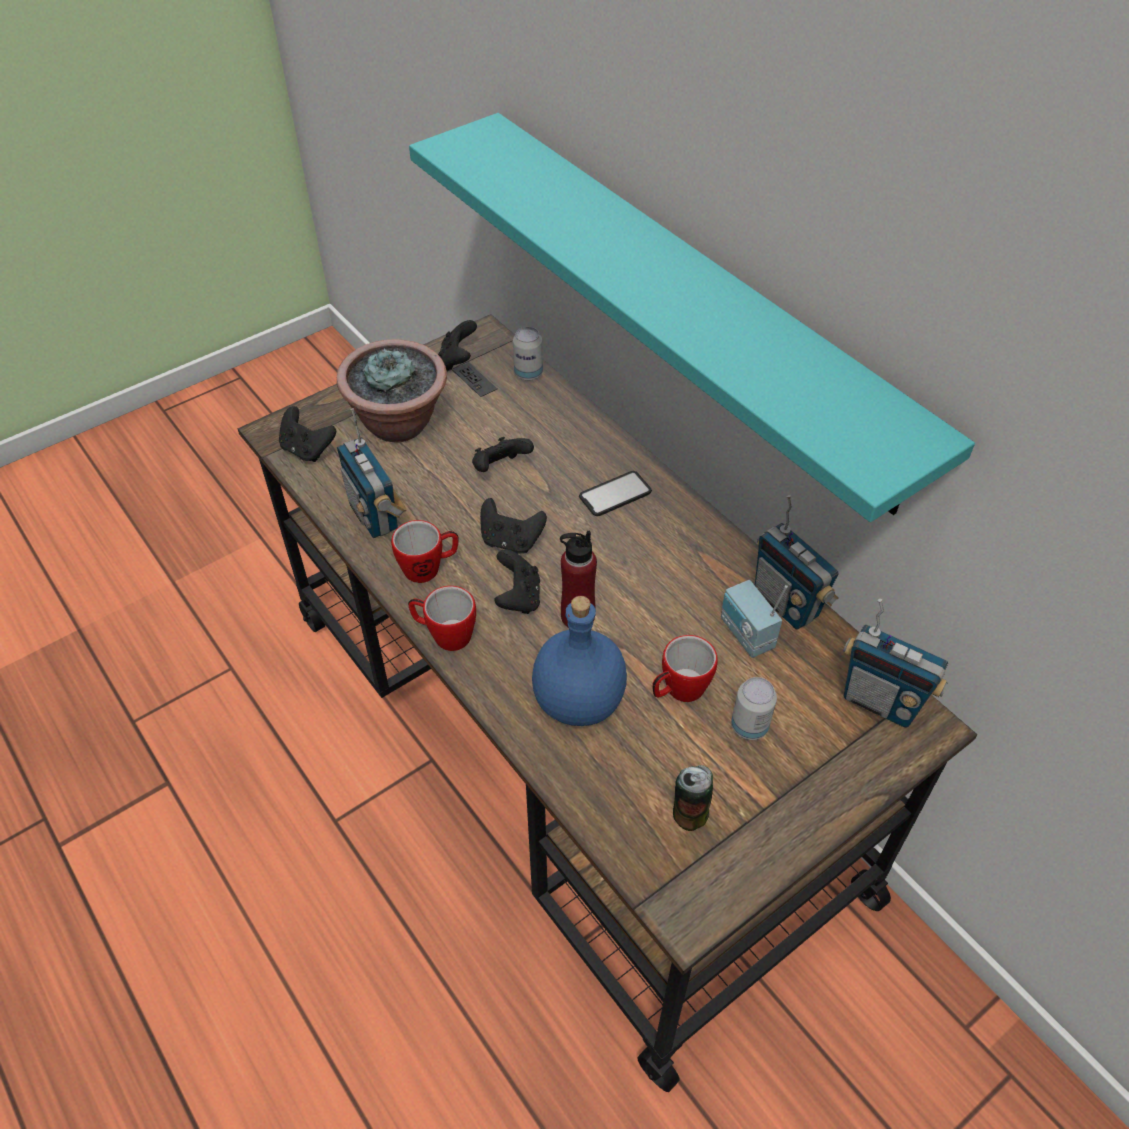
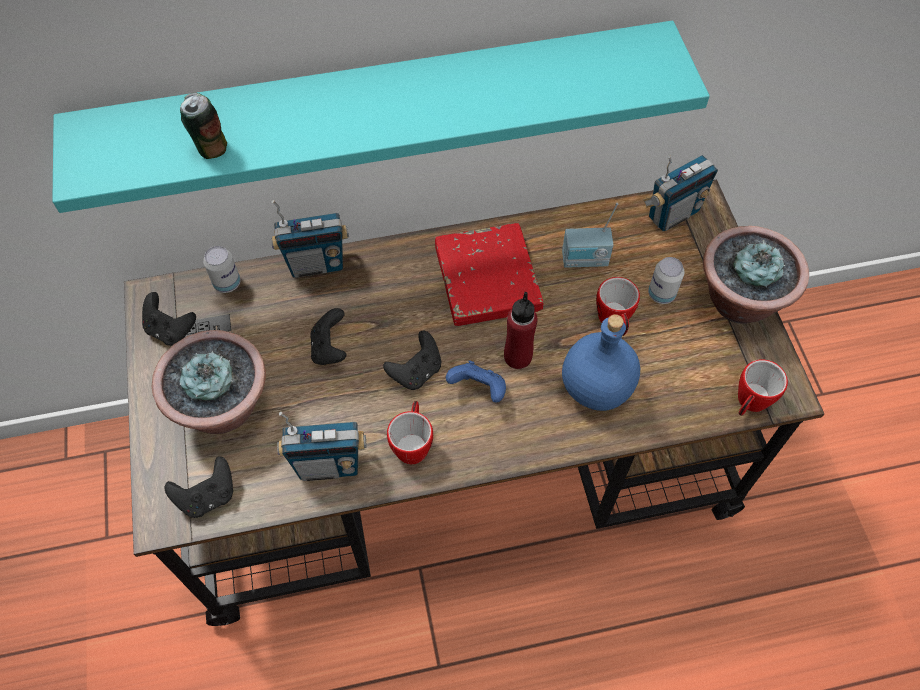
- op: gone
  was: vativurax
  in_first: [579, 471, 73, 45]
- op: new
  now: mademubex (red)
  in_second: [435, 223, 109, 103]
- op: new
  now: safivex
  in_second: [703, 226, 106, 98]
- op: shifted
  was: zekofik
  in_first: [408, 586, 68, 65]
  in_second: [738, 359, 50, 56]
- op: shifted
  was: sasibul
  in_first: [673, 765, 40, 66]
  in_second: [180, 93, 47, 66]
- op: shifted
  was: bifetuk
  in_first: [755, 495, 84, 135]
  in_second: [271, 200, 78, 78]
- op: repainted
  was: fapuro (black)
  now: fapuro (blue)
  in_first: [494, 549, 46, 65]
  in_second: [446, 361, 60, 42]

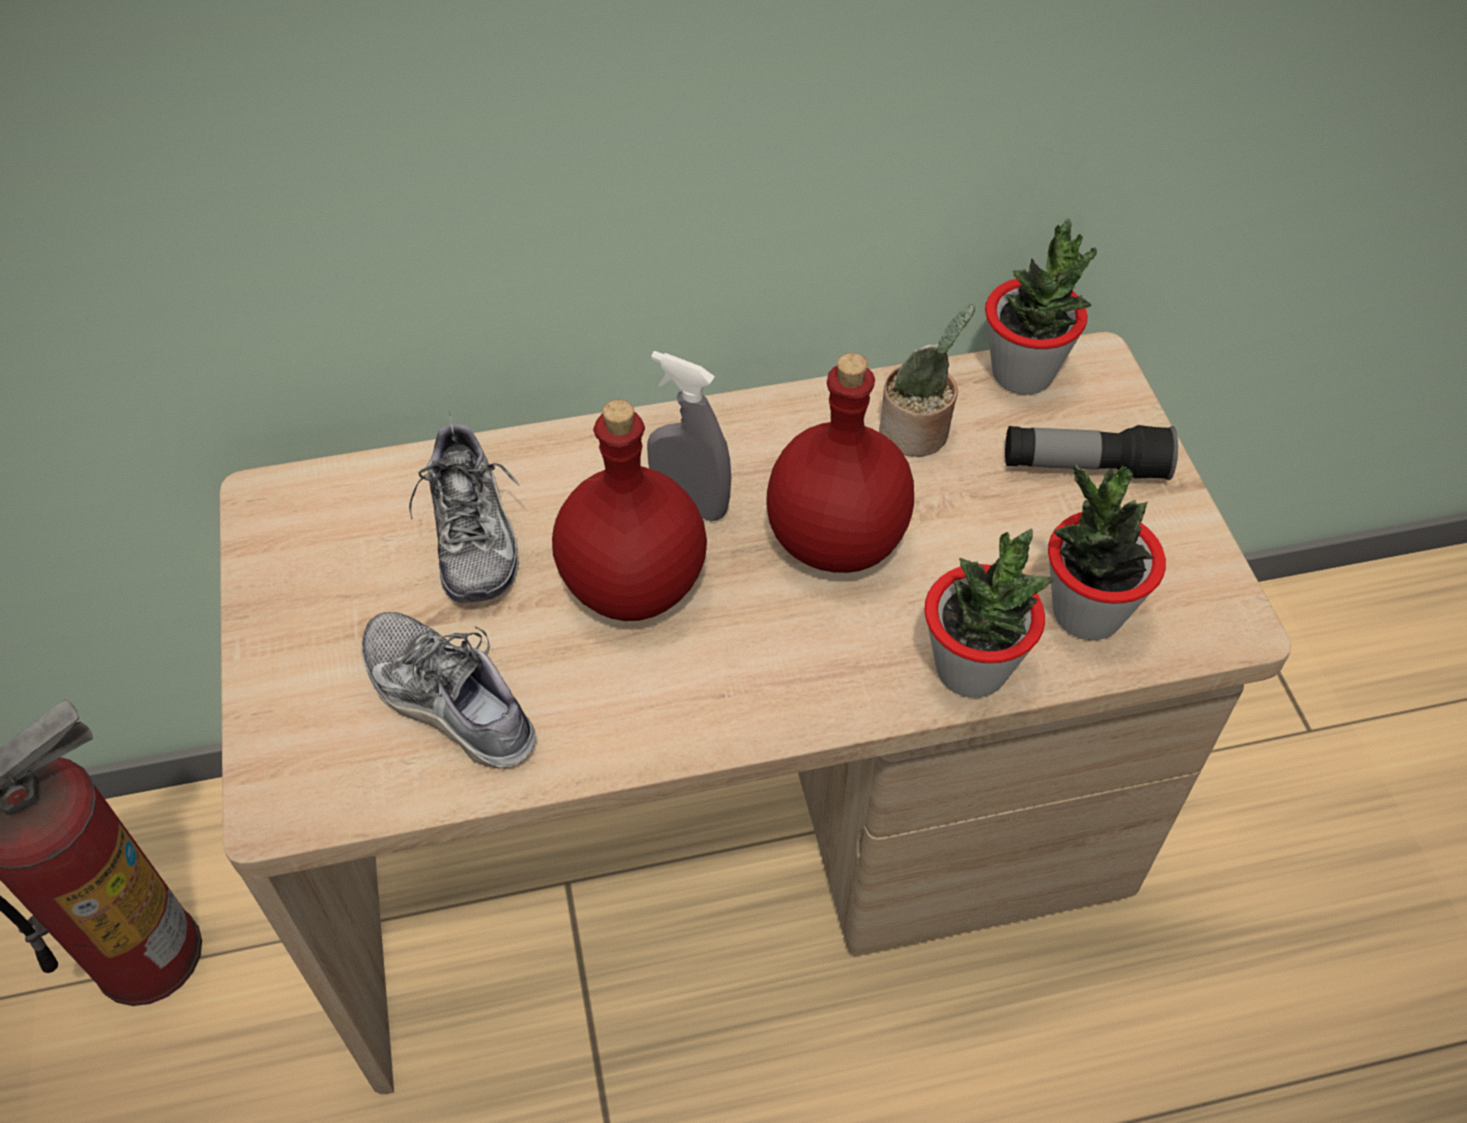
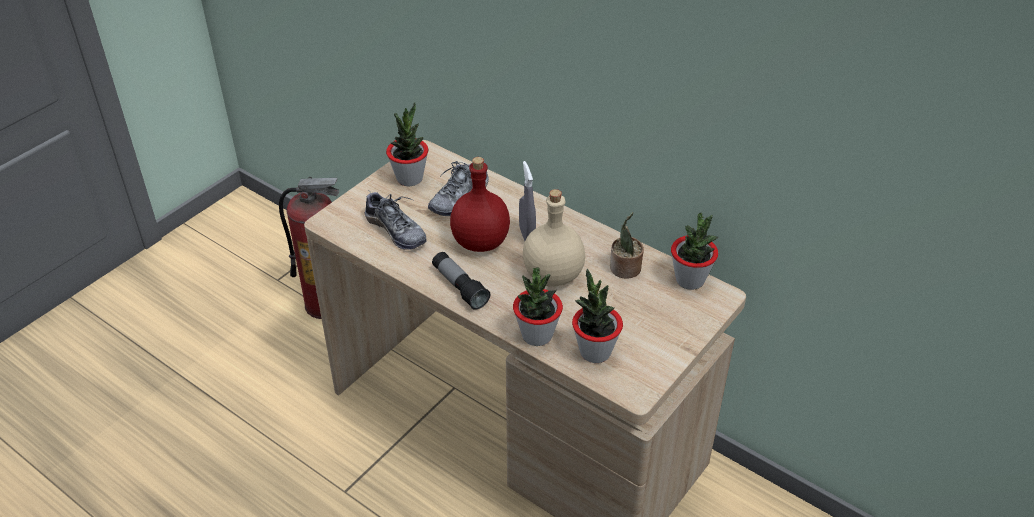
- op: new
  now: safivex
  in_second: [386, 102, 43, 84]
- op: shifted
  was: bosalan
  in_first: [1005, 425, 173, 55]
  in_second: [432, 252, 58, 58]
- op: repainted
  was: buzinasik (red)
  now: buzinasik (beige)
  in_first: [766, 353, 148, 220]
  in_second: [523, 189, 62, 97]
- op: rotated
  was: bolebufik
  in_first: [361, 612, 175, 157]
  in_second: [365, 192, 62, 58]
  clockwise: 135

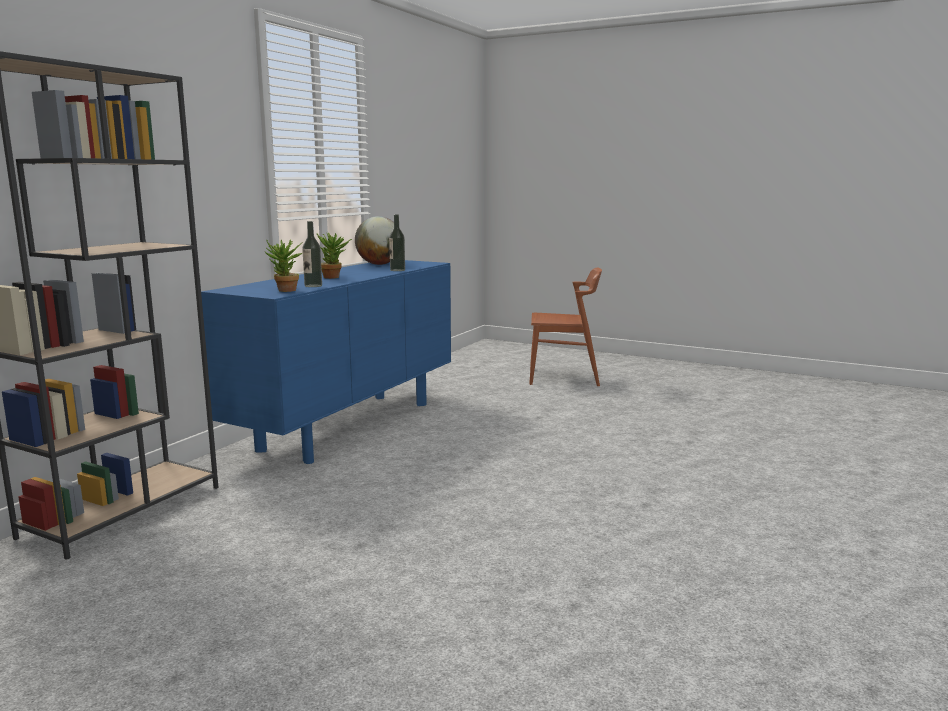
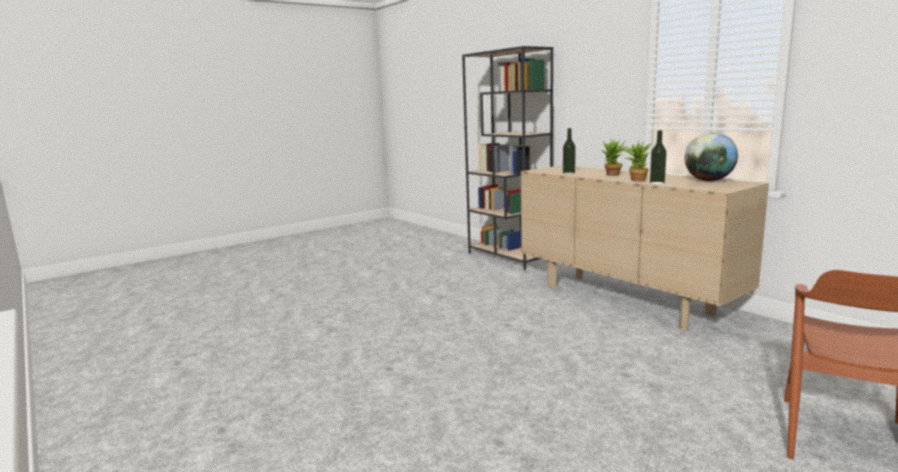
- op: shifted
  was: safivex
  in_first: [264, 239, 39, 53]
  in_second: [622, 141, 29, 40]
- op: repainted
  was: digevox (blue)
  now: digevox (beige)
  in_first: [201, 260, 250, 204]
  in_second: [521, 165, 248, 165]

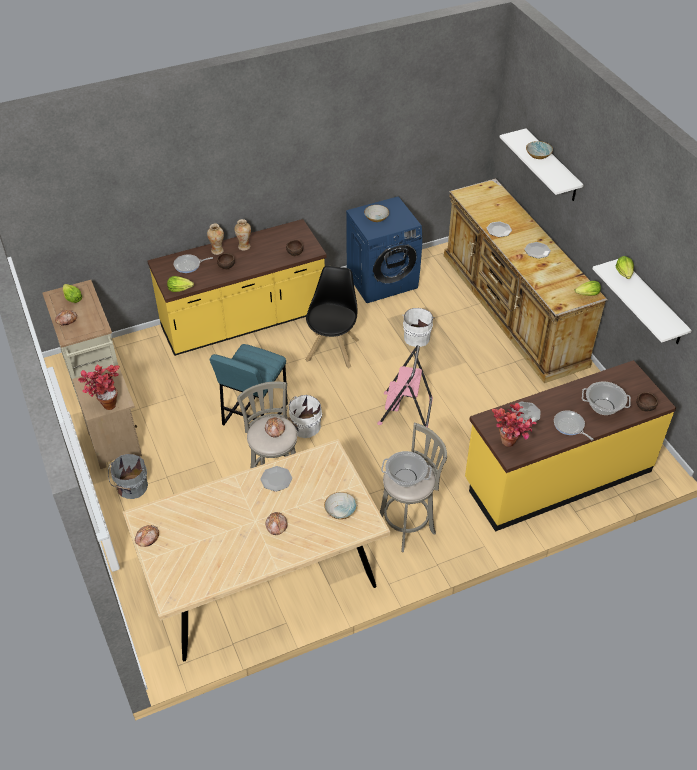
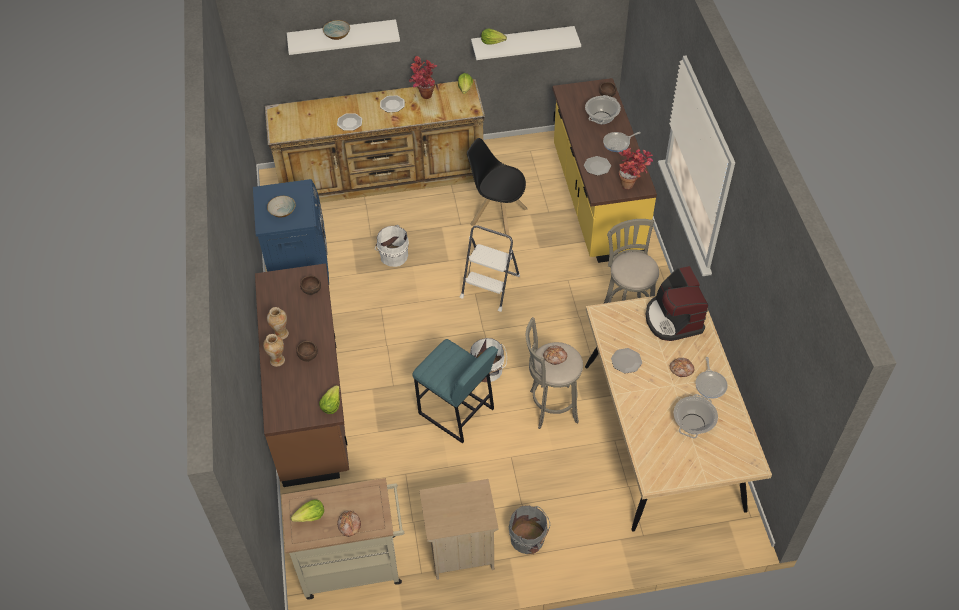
- op: gone
  was: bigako
  in_first: [135, 525, 24, 22]
- op: shifted
  was: safivex
  in_first: [78, 364, 42, 46]
  in_second: [409, 56, 28, 43]
- op: shifted
  was: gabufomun
  in_first: [174, 254, 39, 19]
  in_second: [695, 357, 33, 41]
- op: shifted
  was: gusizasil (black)
  in_first: [306, 266, 53, 102]
  in_second: [467, 138, 60, 100]
- op: shifted
  was: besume
  in_first: [381, 451, 51, 36]
  in_second: [674, 394, 44, 45]
- op: swapped
  was: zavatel
  now: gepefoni
  in_first: [324, 492, 33, 27]
  in_second: [645, 266, 63, 75]
- op: repainted
  was: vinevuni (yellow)
  now: vinevuni (brown)
  in_first: [147, 219, 180, 137]
  in_second: [255, 263, 94, 224]
- op: repainted
  was: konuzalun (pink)
  now: konuzalun (white)
  in_first: [377, 345, 56, 83]
  in_second: [460, 225, 60, 87]

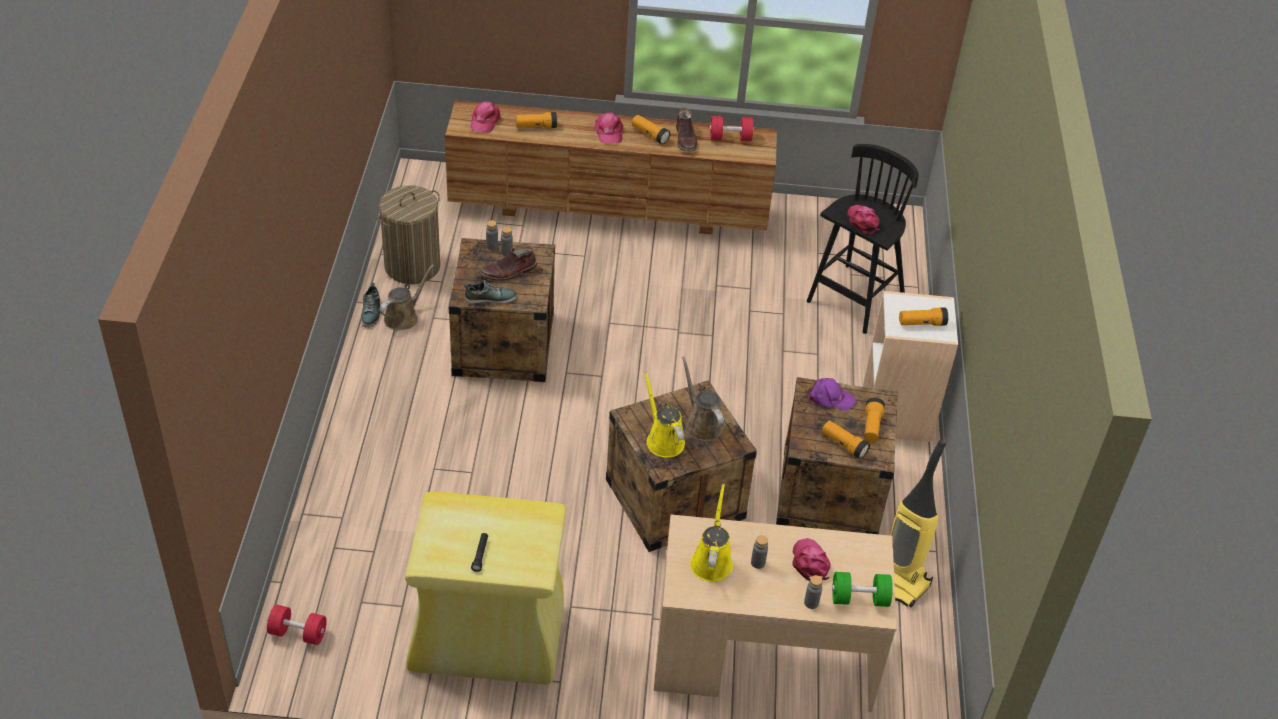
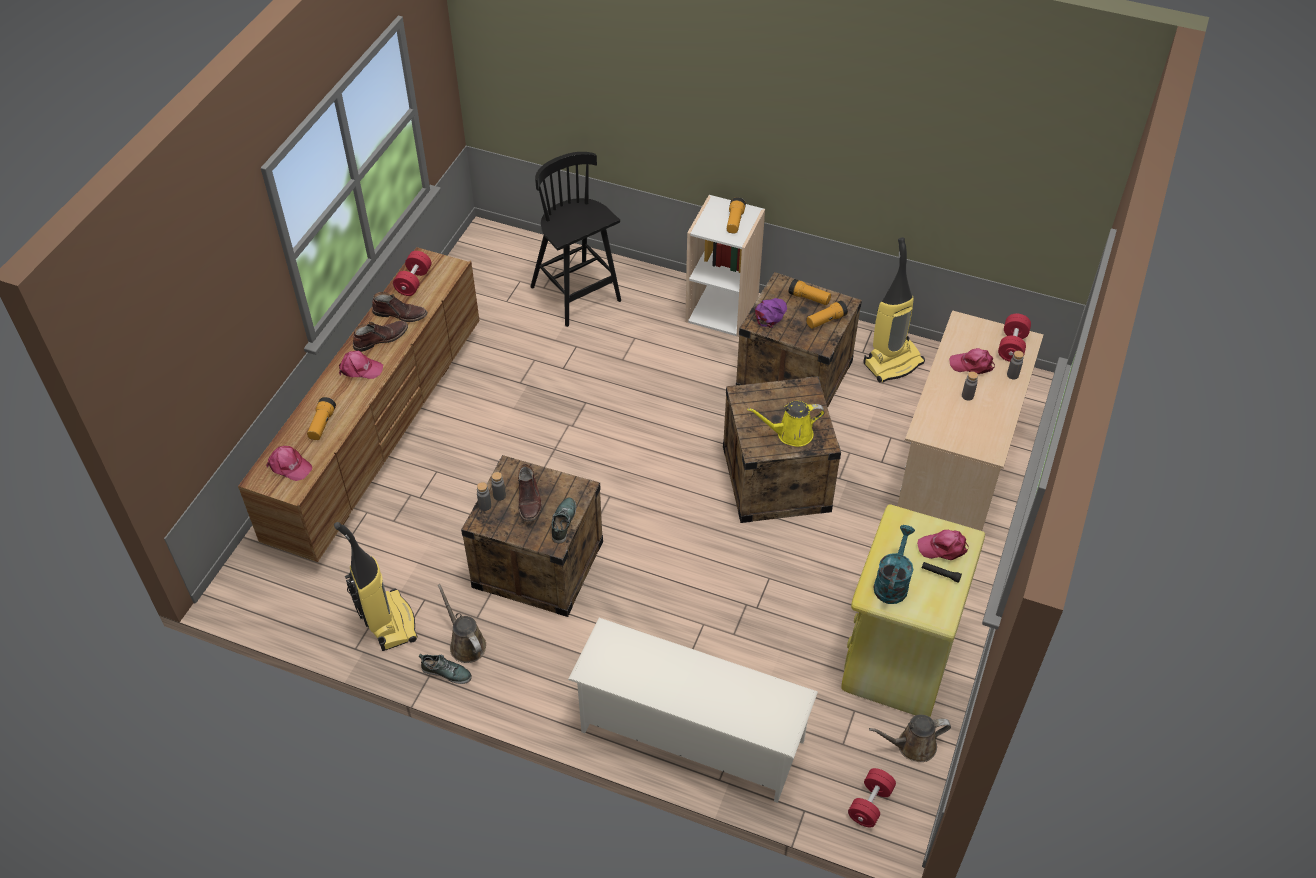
- op: gone
  was: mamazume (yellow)
  in_first: [690, 484, 43, 98]
- op: new
  now: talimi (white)
  in_second: [568, 618, 250, 185]
- op: new
  now: mamazume (turquoise)
  in_second: [873, 525, 42, 79]
- op: shifted
  was: mamazume (brown)
  in_first: [682, 356, 42, 85]
  in_second: [869, 714, 82, 48]
- op: shifted
  was: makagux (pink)
  in_first: [847, 205, 33, 29]
  in_second: [917, 530, 51, 30]
- op: swapped
  was: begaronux
  now: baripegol
  in_first: [377, 185, 63, 99]
  in_second: [334, 522, 83, 129]
- op: swapped
  was: bosalan
  now: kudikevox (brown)
  in_first: [632, 115, 39, 30]
  in_second: [353, 321, 55, 31]
- op: repainted
  was: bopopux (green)
  now: bopopux (red)
  in_first: [832, 572, 61, 35]
  in_second: [998, 314, 33, 48]

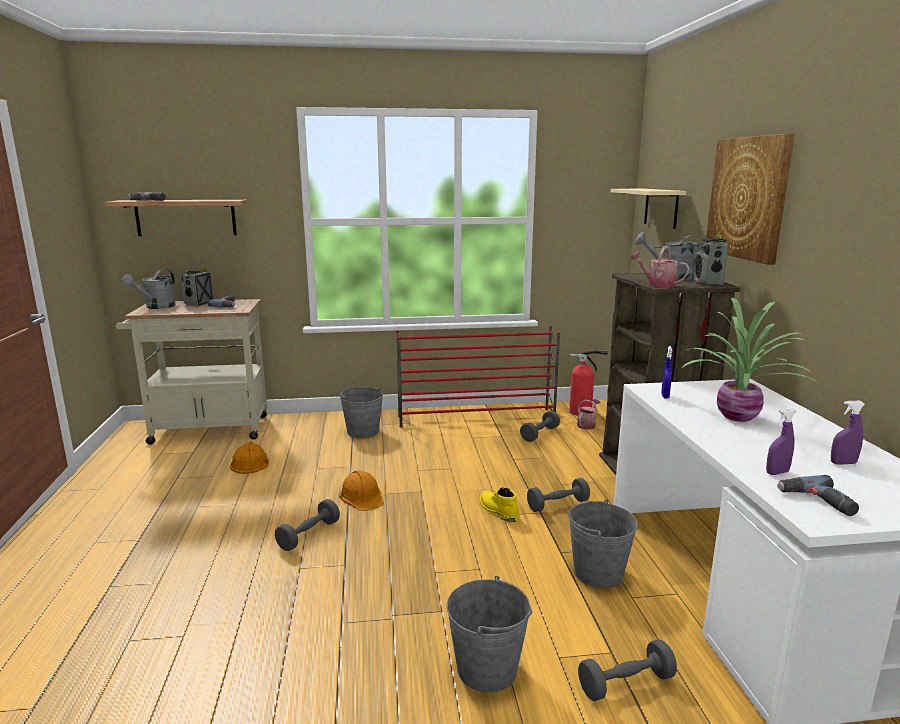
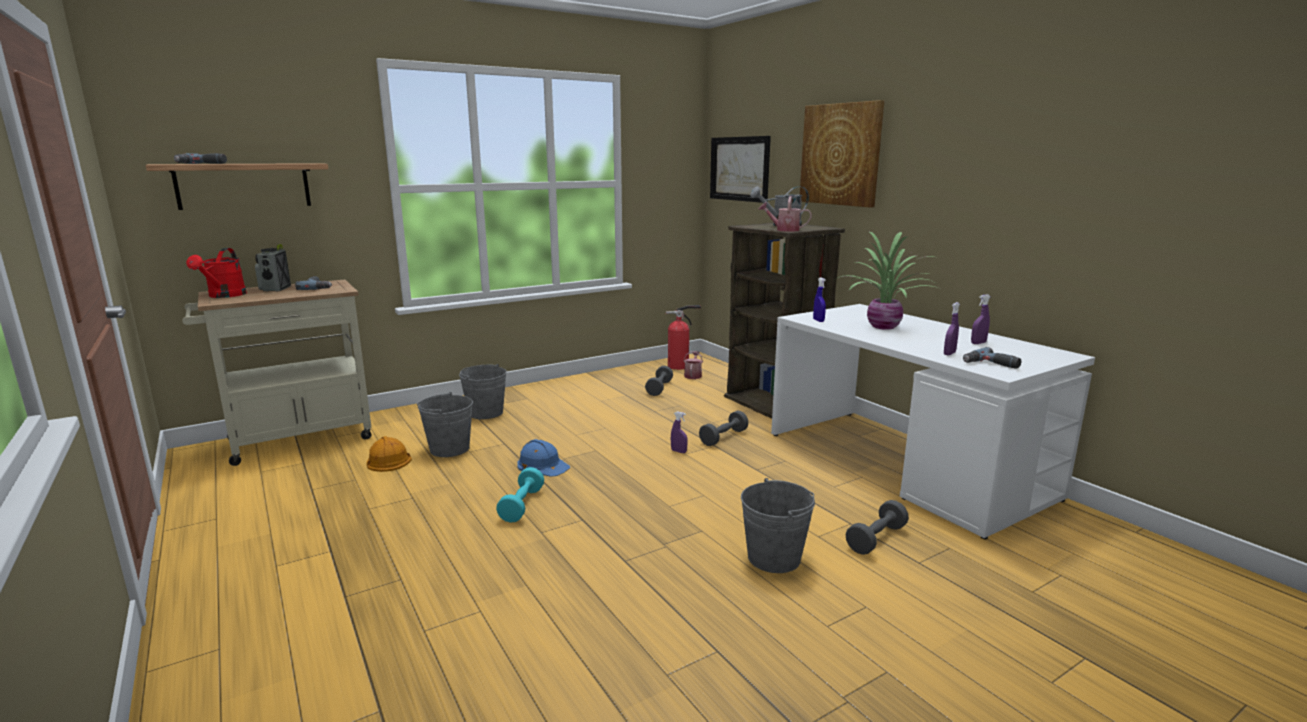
- op: gone
  was: talimi (red)
  in_first: [396, 326, 164, 101]
- op: gone
  was: bifetuk
  in_first: [692, 235, 36, 50]
- op: shifted
  was: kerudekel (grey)
  in_first: [567, 499, 71, 89]
  in_second: [417, 392, 56, 65]
- op: swapped
  was: kudikevox (yellow)
  now: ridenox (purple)
  in_first: [480, 487, 40, 35]
  in_second: [671, 411, 17, 42]
- op: swapped
  was: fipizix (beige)
  now: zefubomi
  in_first: [611, 189, 75, 40]
  in_second: [710, 136, 61, 67]
- op: repainted
  was: mamazume (grey)
  now: mamazume (red)
  in_first: [122, 268, 54, 41]
  in_second: [186, 248, 61, 50]
- op: repainted
  was: bopopux (grey)
  now: bopopux (turquoise)
  in_first: [275, 499, 65, 52]
  in_second: [496, 467, 48, 56]
- op: repainted
  was: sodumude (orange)
  now: sodumude (blue)
  in_first: [339, 470, 45, 41]
  in_second: [517, 439, 53, 37]

